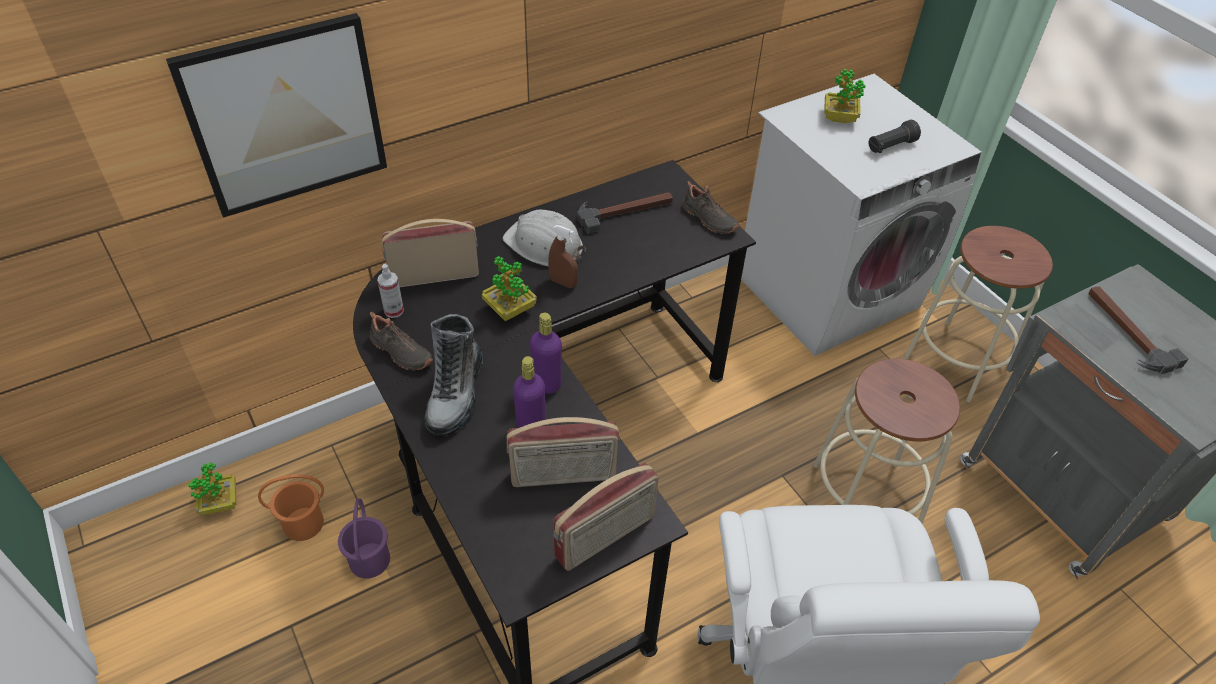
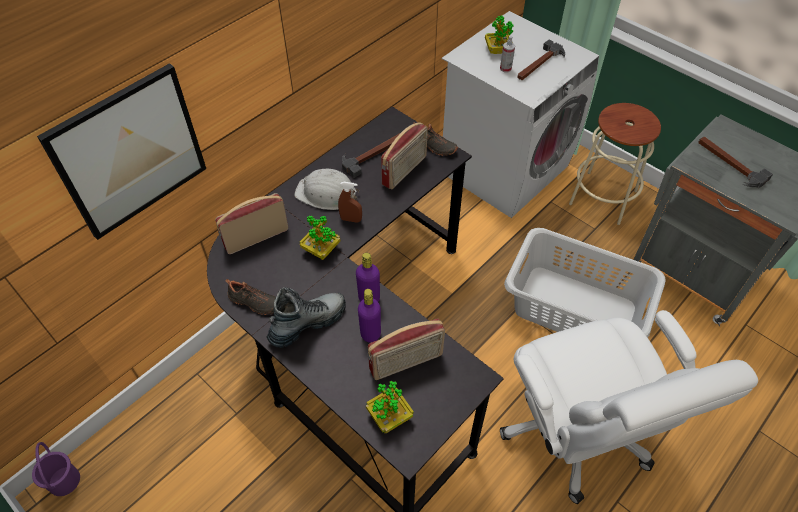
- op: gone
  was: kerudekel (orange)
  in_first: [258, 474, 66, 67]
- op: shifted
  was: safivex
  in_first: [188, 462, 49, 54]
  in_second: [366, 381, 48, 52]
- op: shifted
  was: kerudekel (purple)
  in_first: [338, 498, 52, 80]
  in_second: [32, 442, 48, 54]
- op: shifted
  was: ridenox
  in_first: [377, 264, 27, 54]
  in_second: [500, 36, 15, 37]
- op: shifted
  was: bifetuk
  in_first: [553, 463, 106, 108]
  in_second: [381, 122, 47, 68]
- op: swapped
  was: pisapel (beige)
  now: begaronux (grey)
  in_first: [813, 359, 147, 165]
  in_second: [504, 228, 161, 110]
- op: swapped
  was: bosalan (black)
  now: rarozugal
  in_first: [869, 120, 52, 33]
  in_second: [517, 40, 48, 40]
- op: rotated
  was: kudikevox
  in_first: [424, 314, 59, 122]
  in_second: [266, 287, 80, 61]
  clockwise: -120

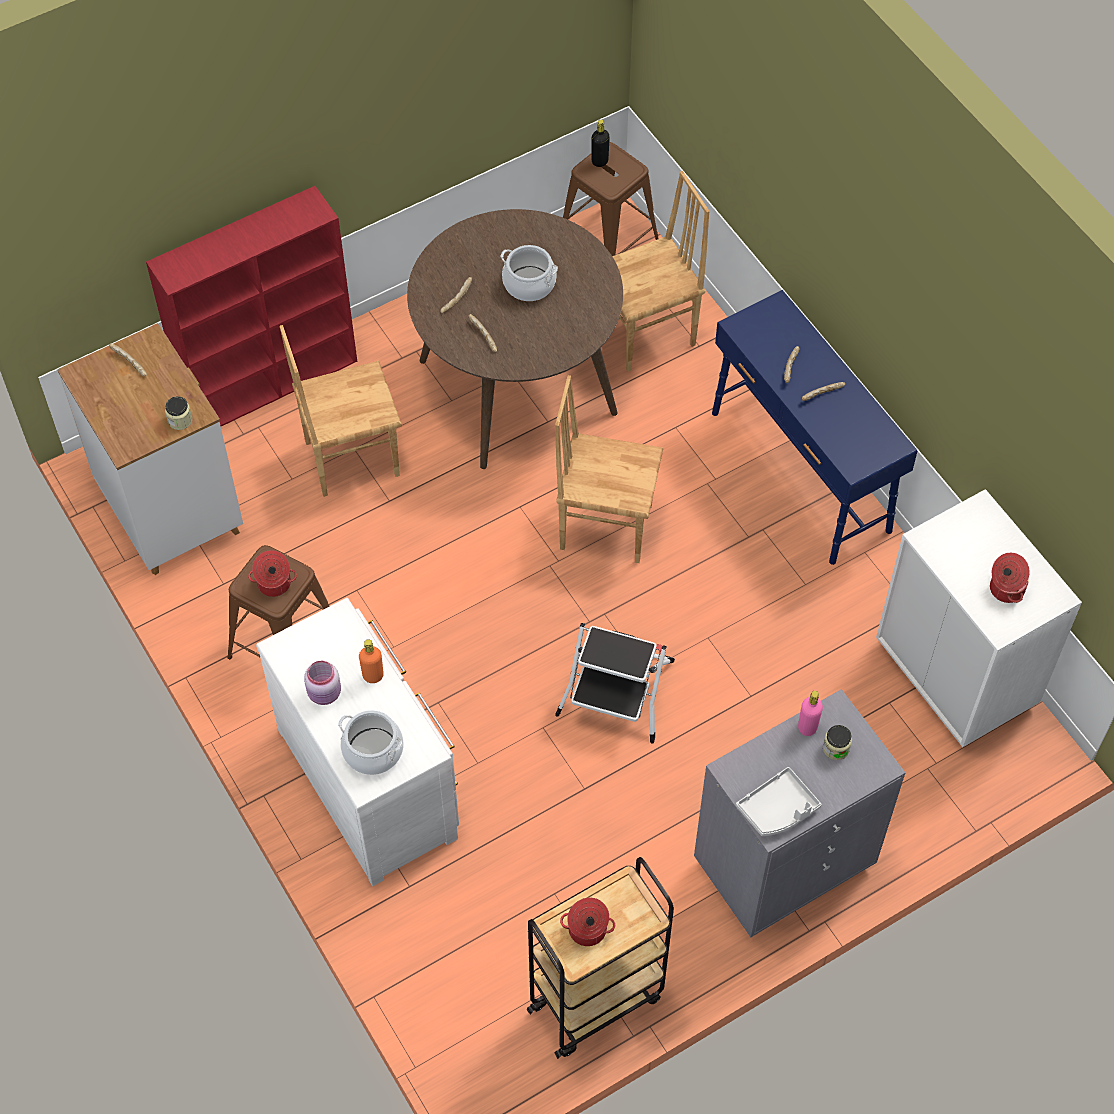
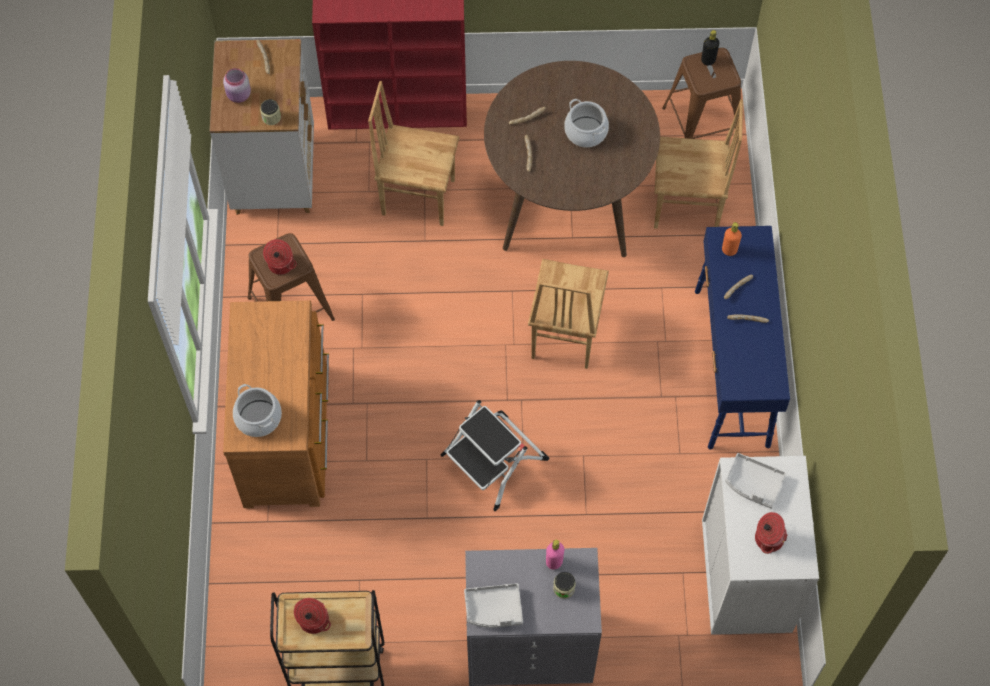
- op: new
  now: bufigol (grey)
  in_second: [725, 453, 61, 56]
- op: shifted
  was: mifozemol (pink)
  in_first: [304, 661, 37, 44]
  in_second: [223, 68, 28, 35]
- op: shifted
  was: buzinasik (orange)
  in_first: [359, 639, 25, 44]
  in_second: [722, 222, 20, 34]
- op: repainted
  was: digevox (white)
  now: digevox (brown)
  in_first: [256, 598, 203, 288]
  in_second: [223, 300, 106, 208]
- op: rotated
  was: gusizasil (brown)
  in_first: [555, 375, 108, 188]
  in_second: [528, 259, 81, 110]
  clockwise: -120

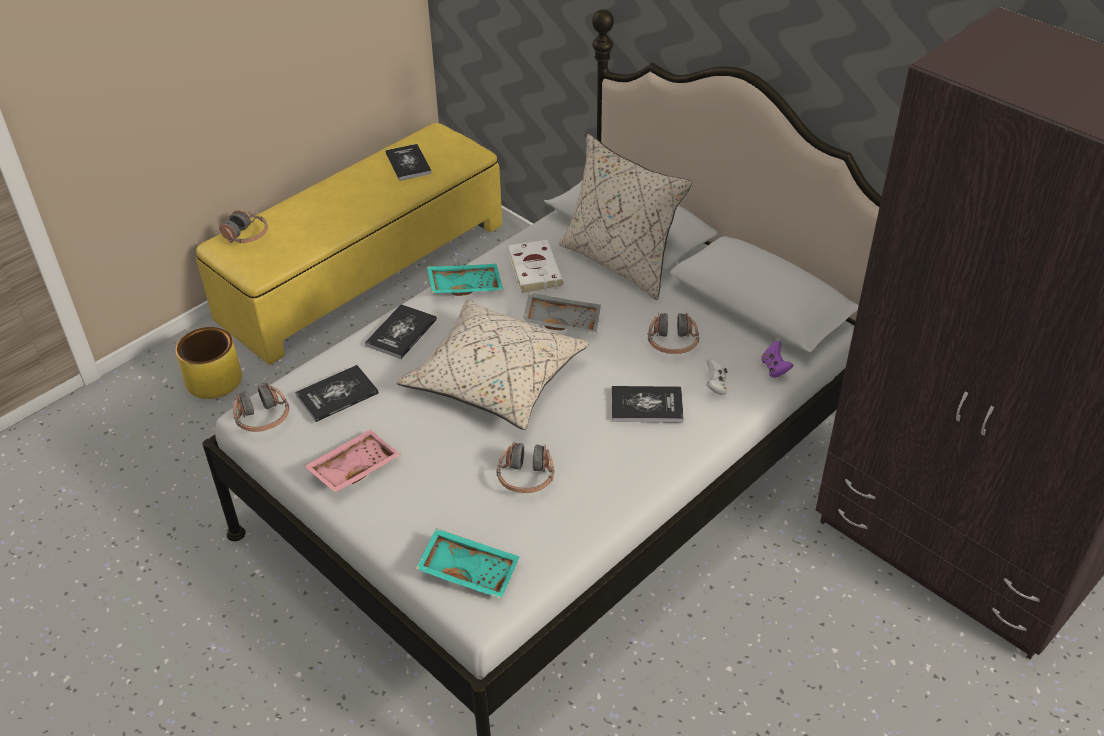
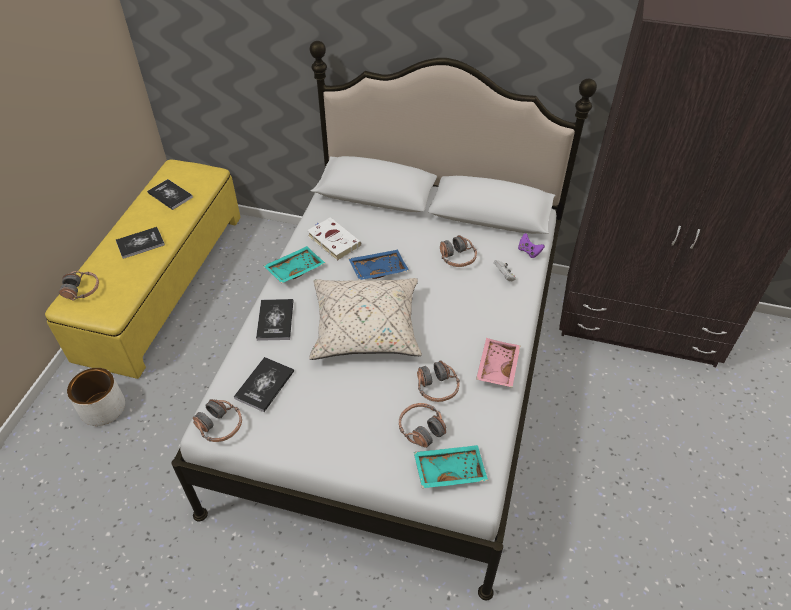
- op: gone
  was: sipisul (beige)
  in_first: [559, 134, 133, 166]
- op: new
  now: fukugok
  in_second: [399, 403, 47, 45]
- op: shifted
  was: bufigol (pink)
  in_first: [304, 429, 97, 63]
  in_second: [476, 338, 44, 49]
- op: shifted
  was: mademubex
  in_first: [612, 386, 72, 37]
  in_second: [116, 227, 49, 32]
- op: repainted
  was: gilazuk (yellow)
  now: gilazuk (white)
  in_first: [176, 327, 66, 72]
  in_second: [67, 368, 58, 58]
- op: repainted
  was: bufigol (grey)
  now: bufigol (blue)
  in_first: [523, 293, 78, 41]
  in_second: [348, 250, 61, 30]

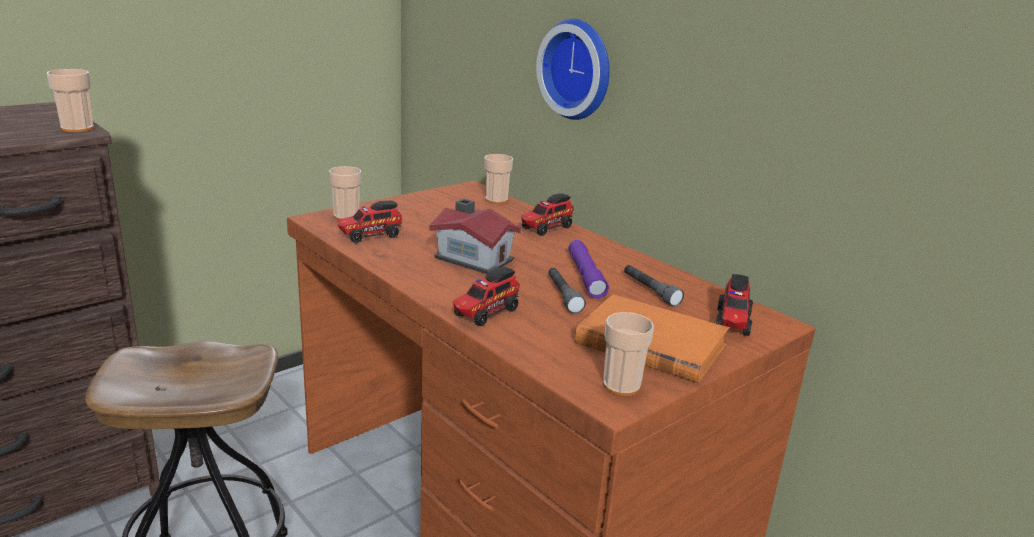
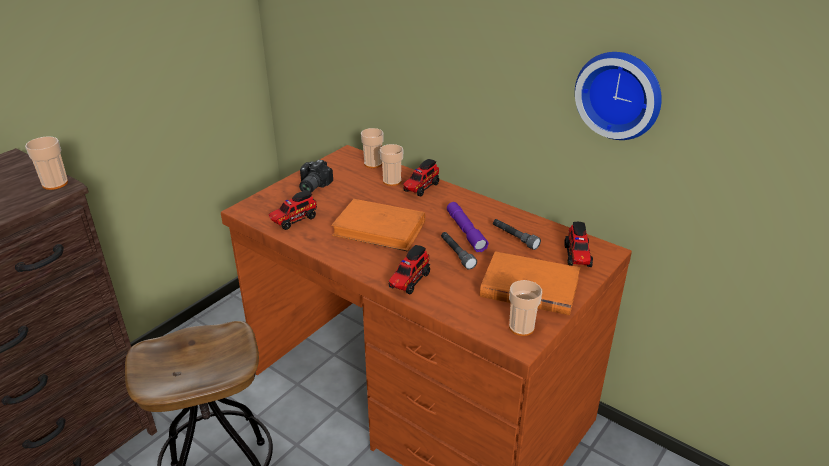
- op: new
  now: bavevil
  in_second: [299, 160, 34, 33]
- op: shifted
  was: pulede
  in_first: [329, 166, 33, 54]
  in_second: [380, 144, 23, 42]
- op: shifted
  was: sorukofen
  in_first: [536, 19, 74, 101]
  in_second: [575, 52, 87, 88]
- op: swapped
  was: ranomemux
  now: mademubex (orange)
  in_first: [429, 198, 92, 76]
  in_second: [331, 199, 94, 53]

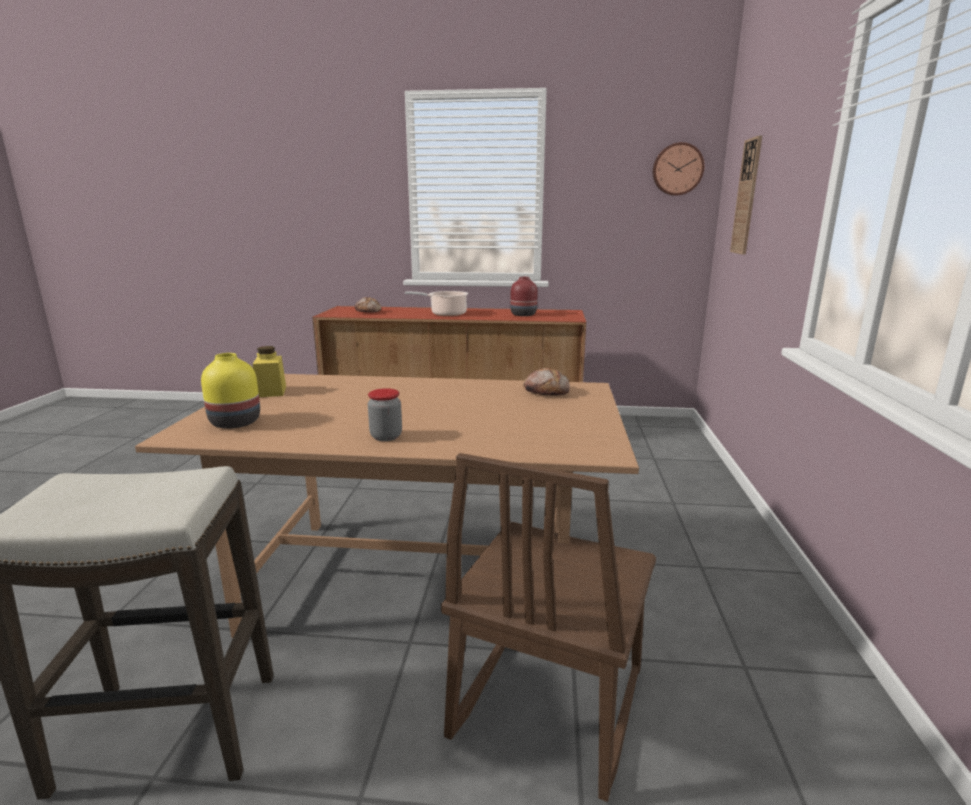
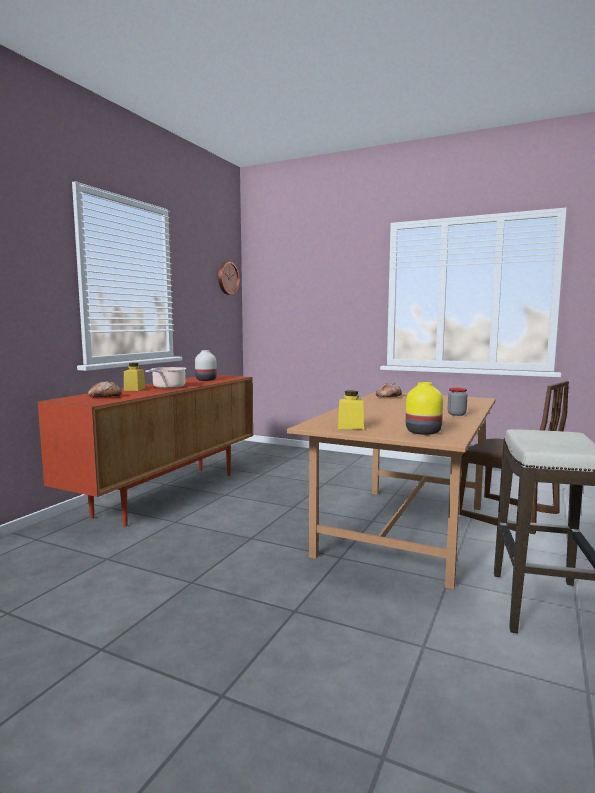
- op: gone
  was: sorukofen
  in_first: [730, 135, 32, 120]
- op: new
  now: mifozemol (yellow)
  in_second: [124, 363, 21, 28]
- op: repainted
  was: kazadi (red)
  now: kazadi (white)
  in_first: [510, 277, 27, 39]
  in_second: [195, 350, 22, 31]

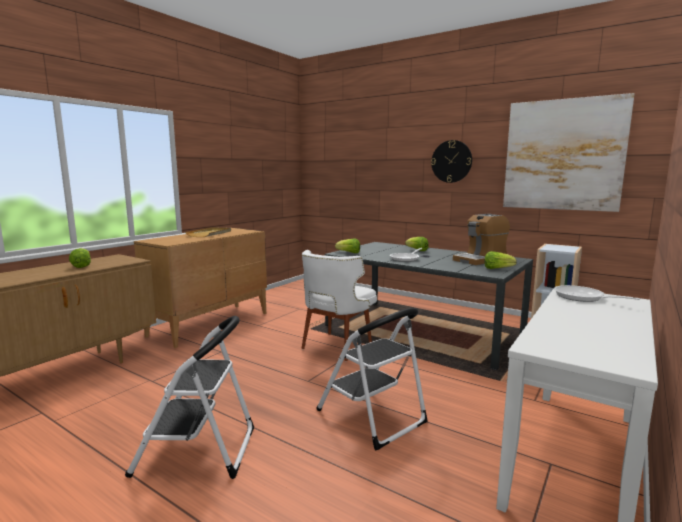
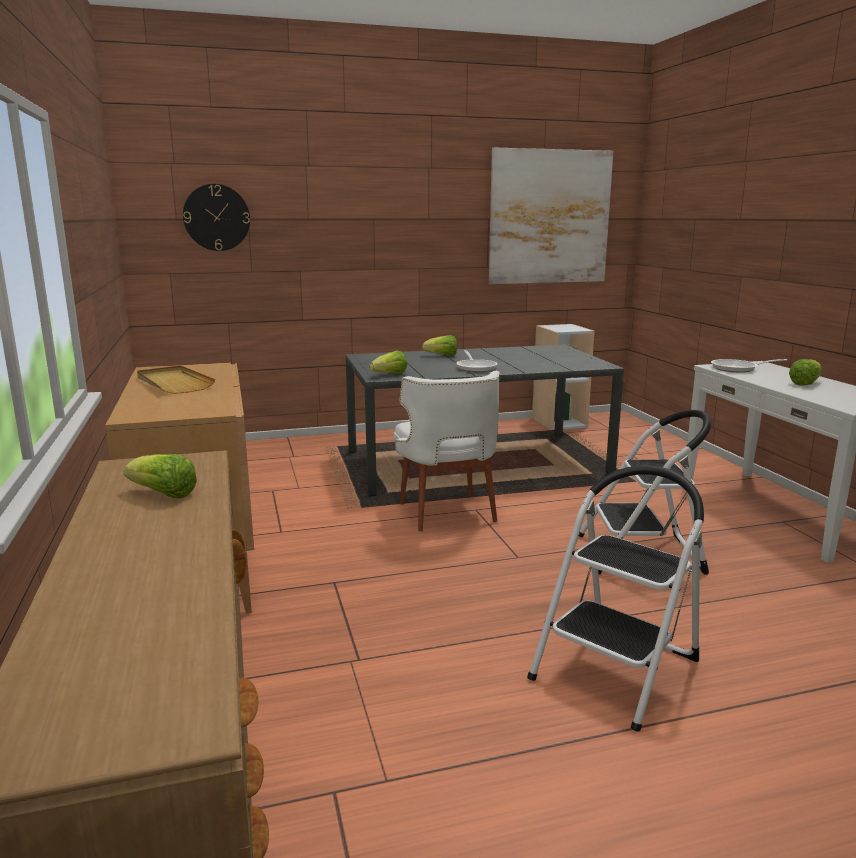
- op: gone
  was: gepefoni
  in_first: [453, 214, 57, 51]
- op: shifted
  was: sorukofen
  in_first: [431, 140, 41, 43]
  in_second: [183, 184, 67, 67]
- op: shifted
  was: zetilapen
  in_first: [484, 251, 33, 18]
  in_second: [789, 359, 33, 26]

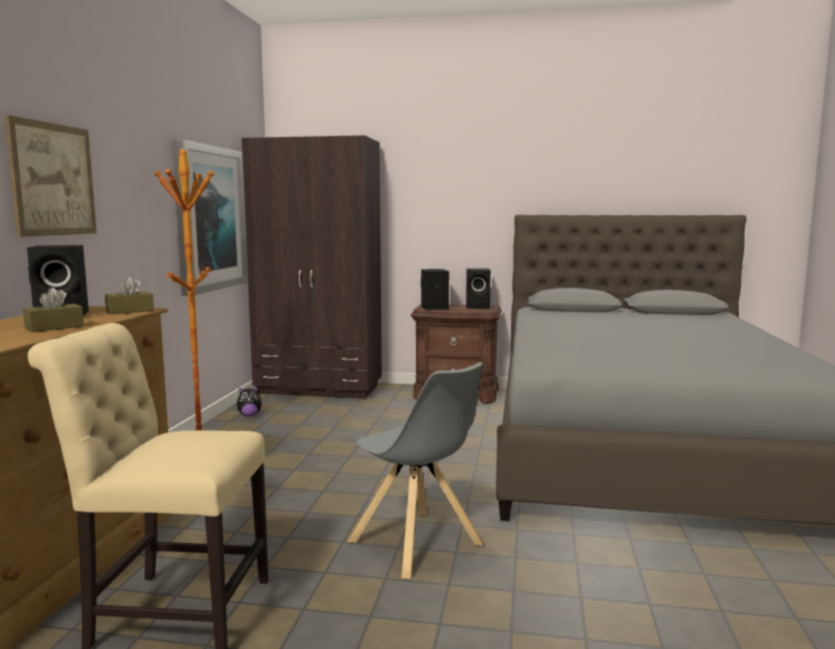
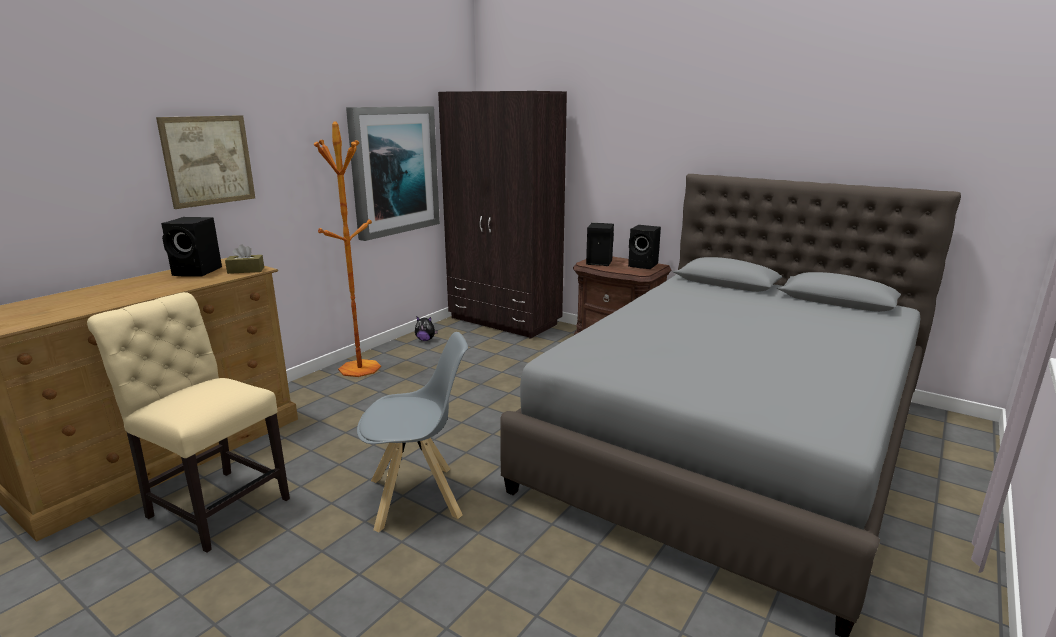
- op: gone
  was: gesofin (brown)
  in_first: [23, 287, 61, 45]
- op: rotated
  was: gusizasil (grey)
  in_first: [348, 362, 135, 217]
  in_second: [357, 332, 111, 200]
  clockwise: -90

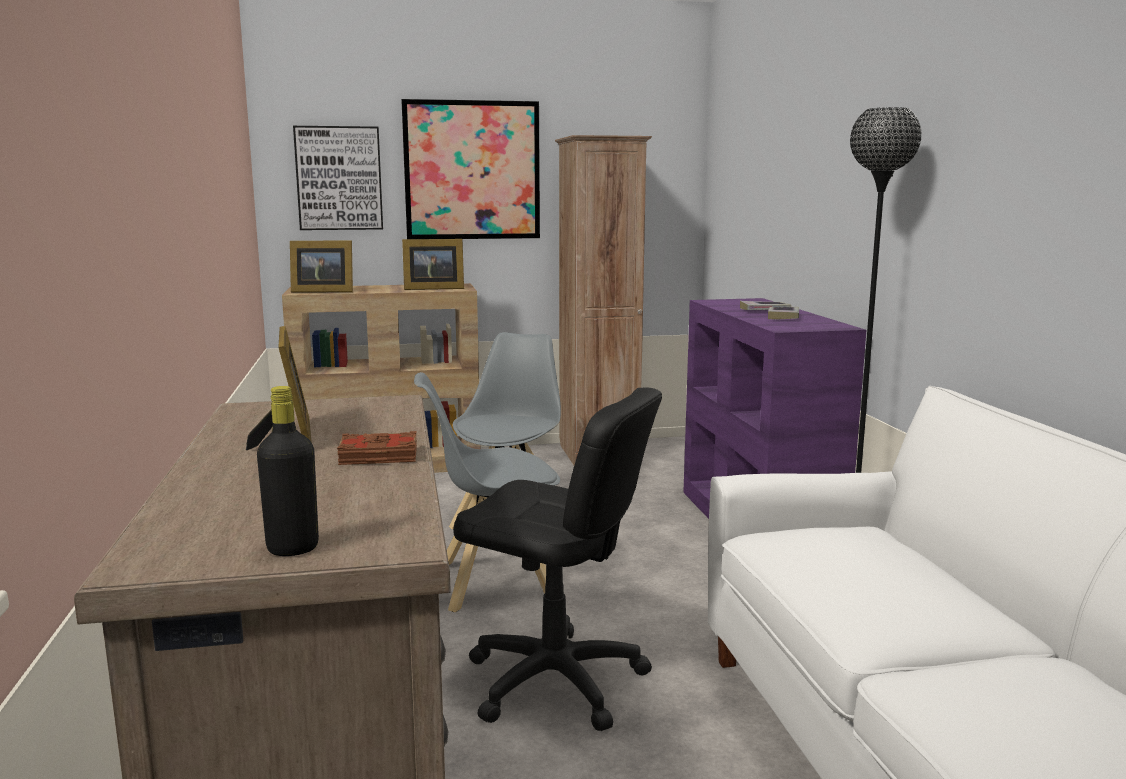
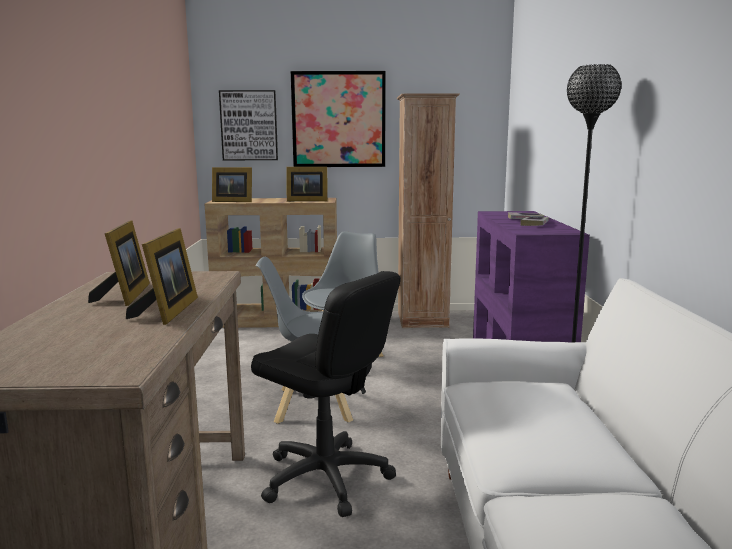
- op: gone
  was: buzinasik (black)
  in_first: [257, 386, 62, 170]
- op: swapped
  was: mademubex (brown)
  now: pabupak
  in_first: [337, 431, 80, 34]
  in_second: [126, 228, 72, 97]

